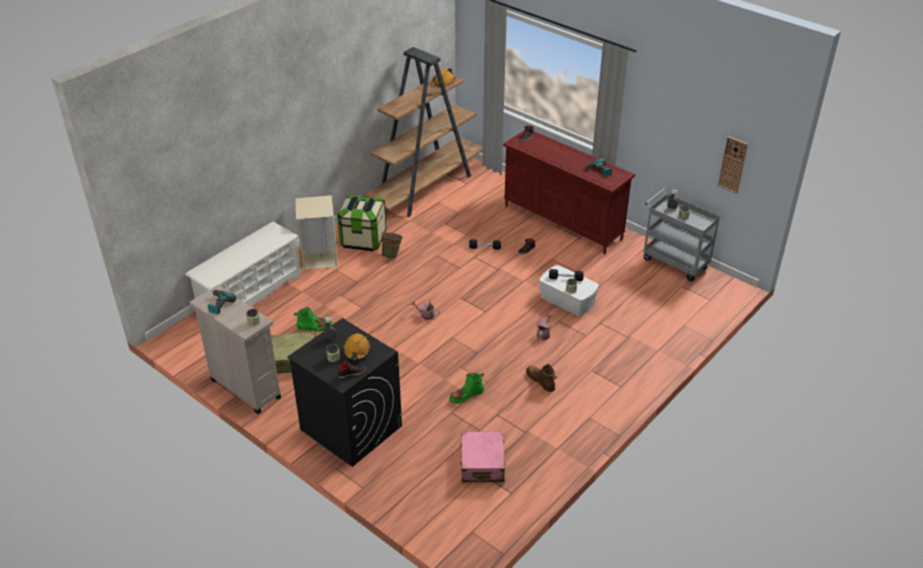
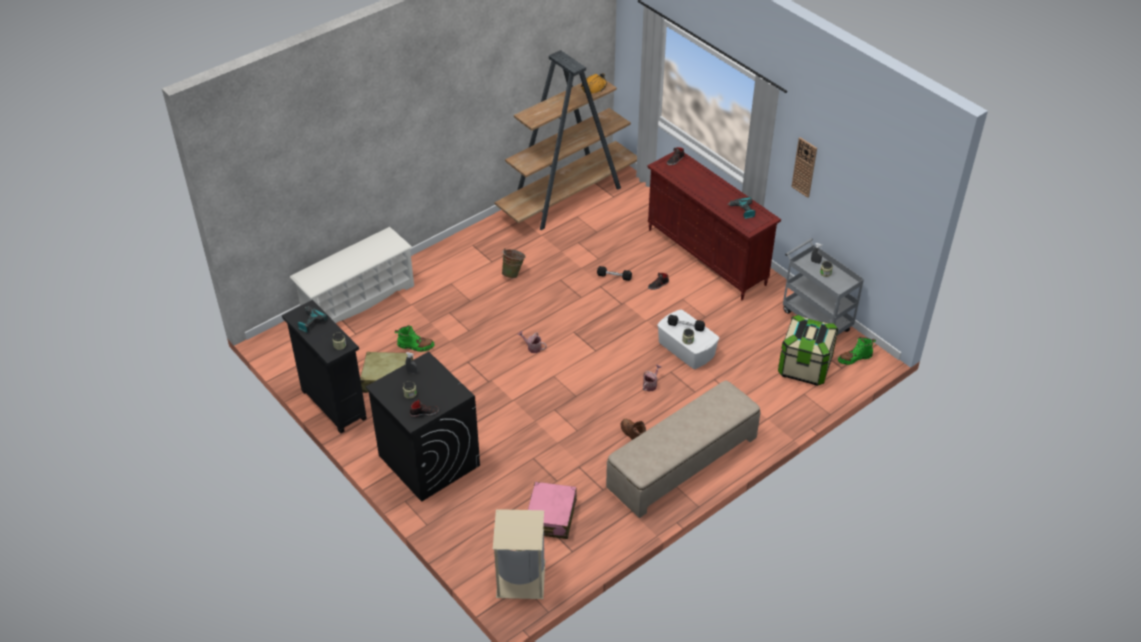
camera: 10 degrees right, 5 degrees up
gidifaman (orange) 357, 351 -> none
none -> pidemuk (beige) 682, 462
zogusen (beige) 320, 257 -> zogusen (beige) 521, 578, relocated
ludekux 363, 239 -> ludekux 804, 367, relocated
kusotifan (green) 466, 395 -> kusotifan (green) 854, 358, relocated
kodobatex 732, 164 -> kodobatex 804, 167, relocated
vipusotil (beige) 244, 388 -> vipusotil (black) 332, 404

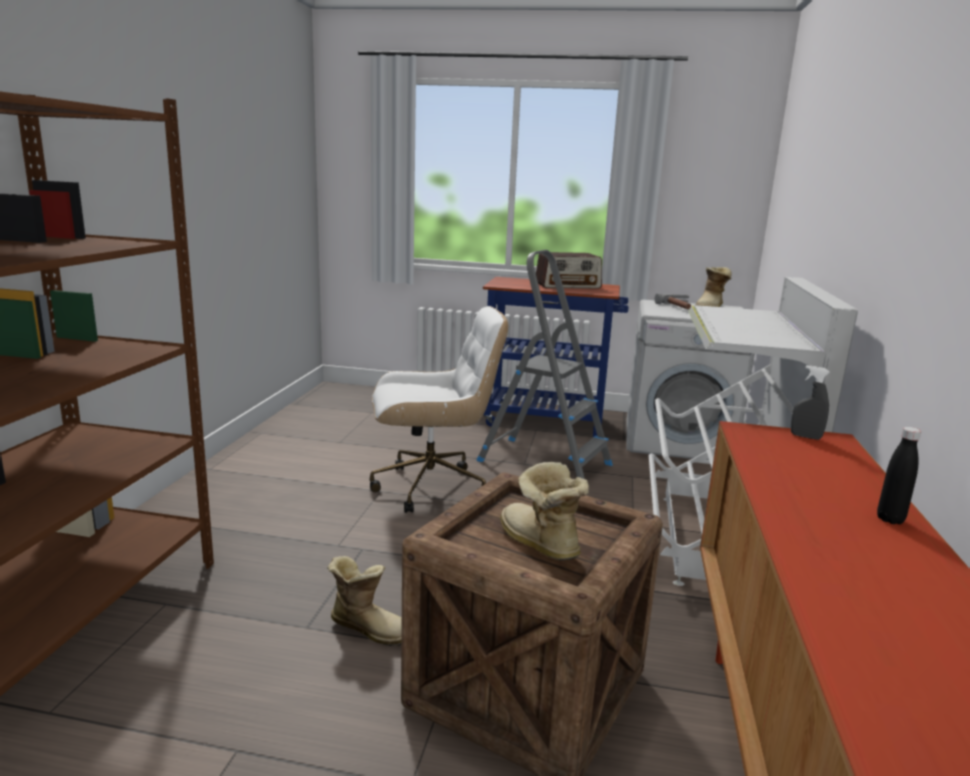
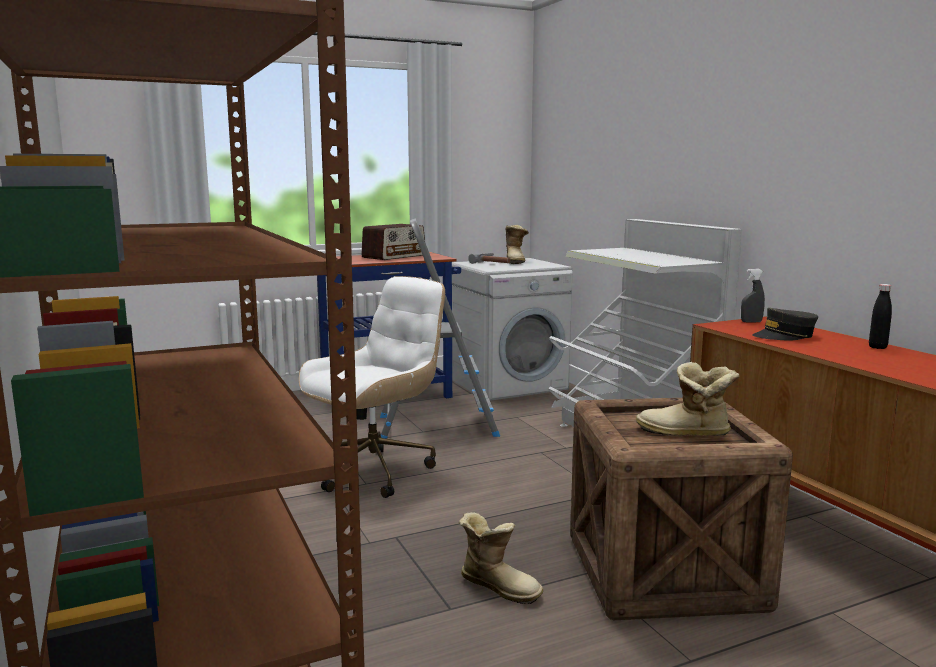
camera: 35 degrees left, 5 degrees down
none -> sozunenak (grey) 784, 336
kusotifan 369, 627 -> kusotifan 499, 586, 45 degrees clockwise

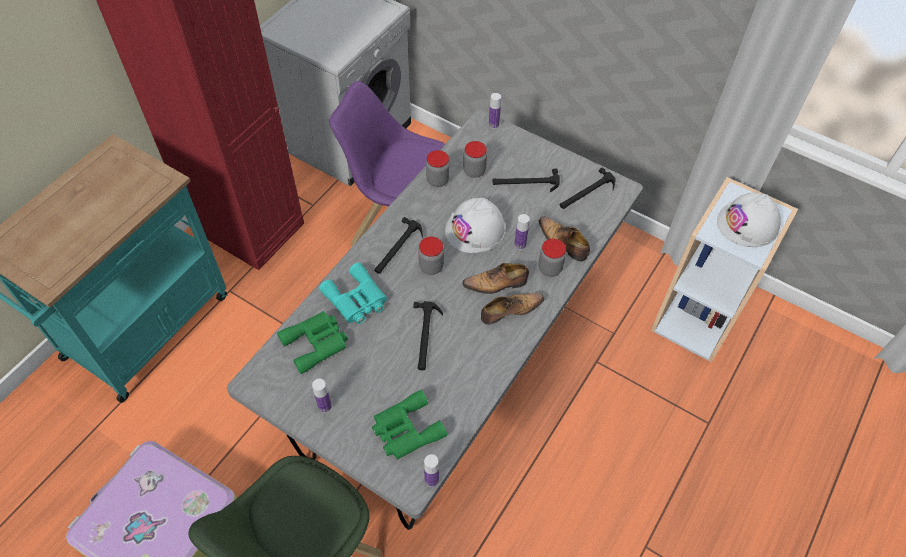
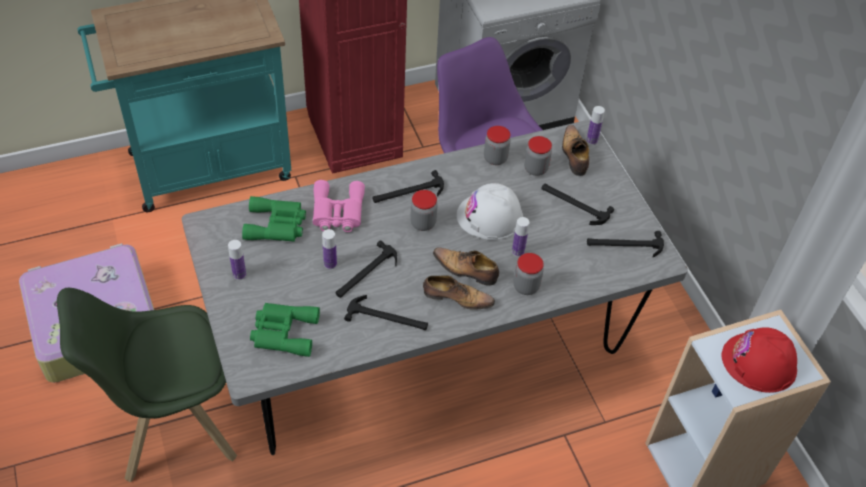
camera: 35 degrees right, 5 degrees down
none -> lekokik 387, 317
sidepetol 431, 480 -> sidepetol 330, 264, relocated
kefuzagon 563, 242 -> kefuzagon 574, 154, relocated
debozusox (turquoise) 356, 300 -> debozusox (pink) 337, 212
gidifaman (white) 748, 224 -> gidifaman (red) 759, 363

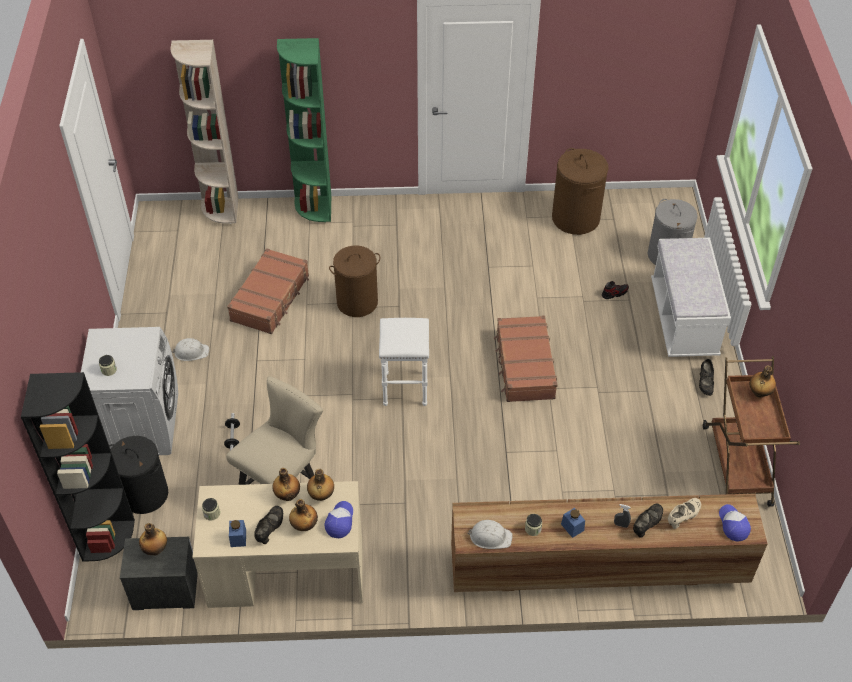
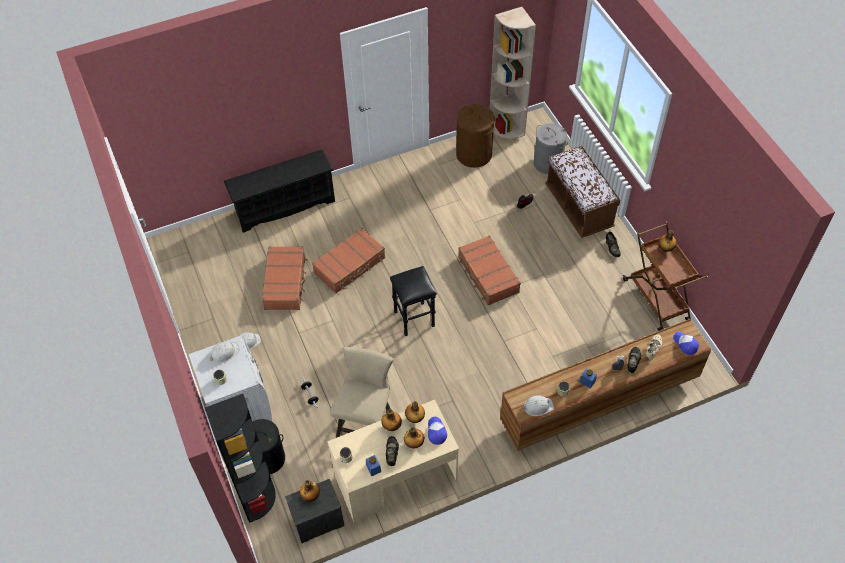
camera: 20 degrees left, 5 degrees up
none -> gidifaman (white) 224, 353
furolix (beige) 221, 213 -> furolix (beige) 507, 132, relocated
furolix (green) 314, 212 -> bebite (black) 285, 206
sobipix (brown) 357, 302 -> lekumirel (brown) 350, 265
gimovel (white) 406, 388 -> gimovel (black) 414, 318
pidemuk (white) 683, 320 -> pidemuk (brown) 578, 207

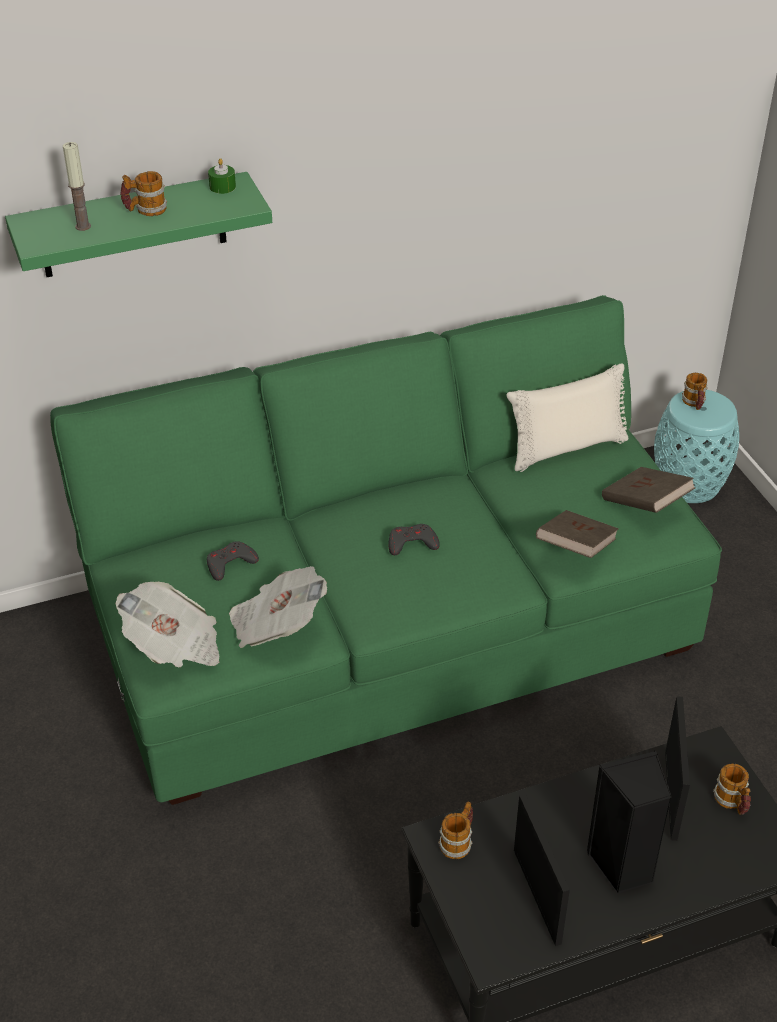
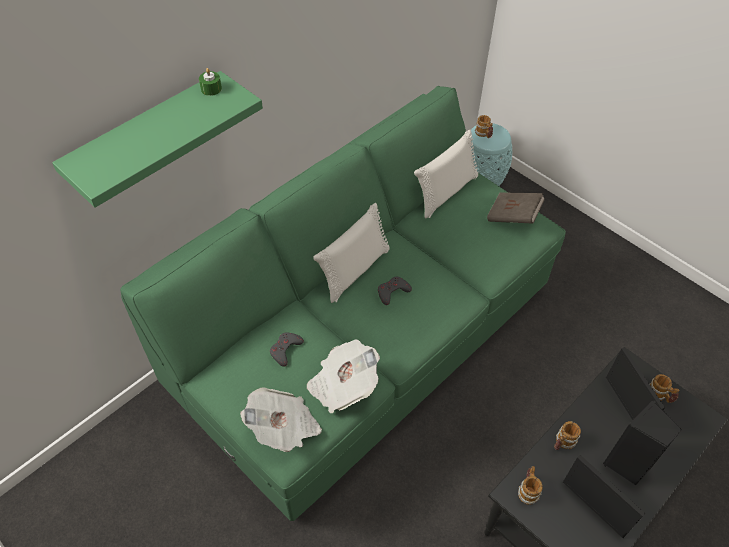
camera: 25 degrees left, 10 degrees up
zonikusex 83, 226 -> none
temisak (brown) 575, 548 -> none
none -> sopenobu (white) 354, 270
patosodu 145, 210 -> patosodu 562, 443, relocated

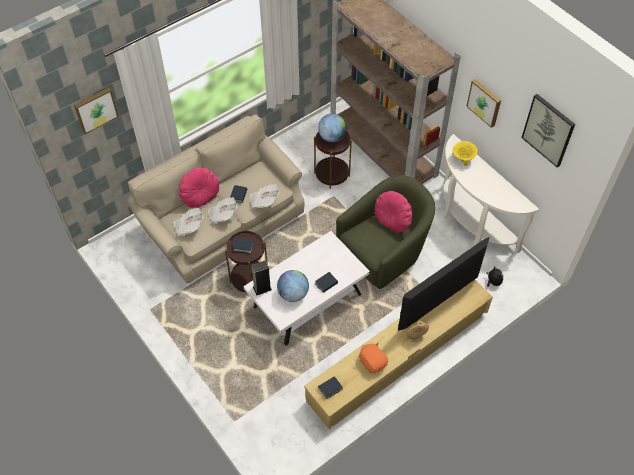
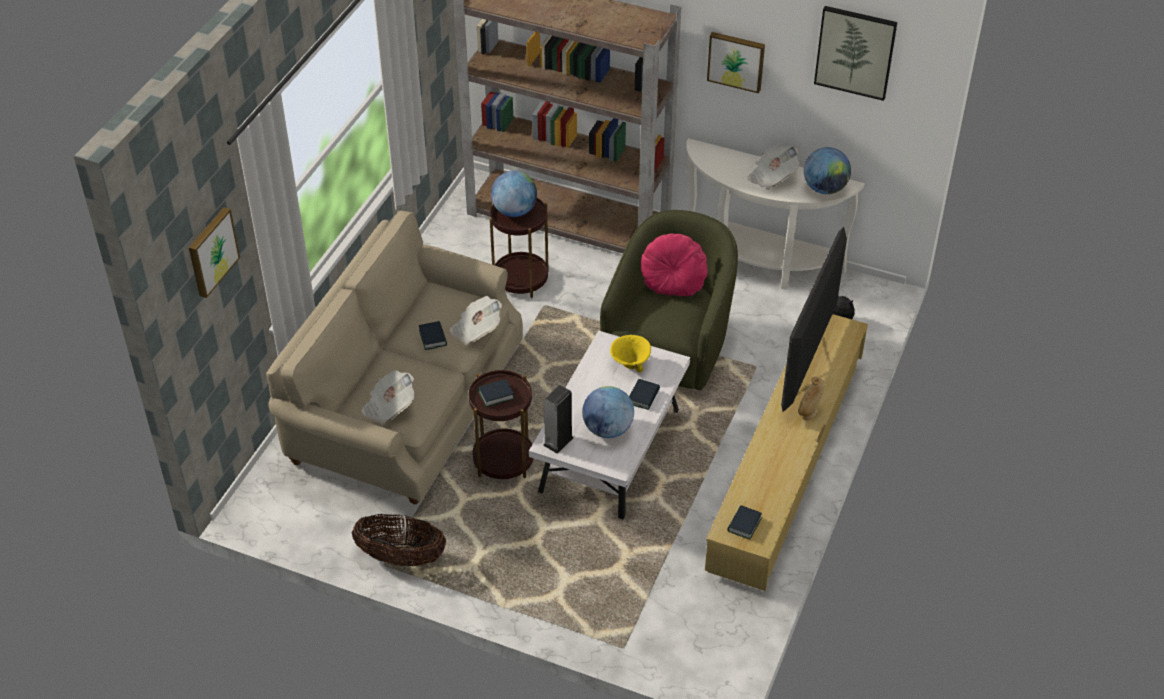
camera: 30 degrees left, 10 degrees down
sopenobu (pink) 201, 199 -> none
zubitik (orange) 372, 362 -> none
none -> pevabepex 401, 557
none -> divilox 824, 188
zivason 222, 215 -> zivason 772, 177, relocated
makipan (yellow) 462, 158 -> makipan (yellow) 629, 364, relocated

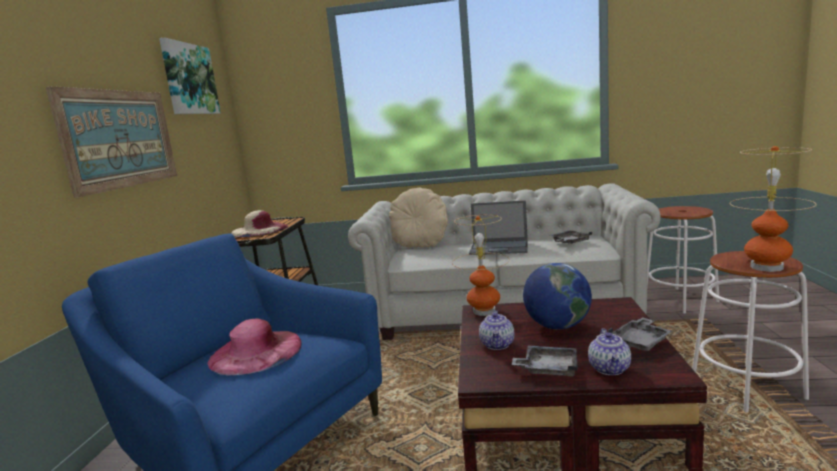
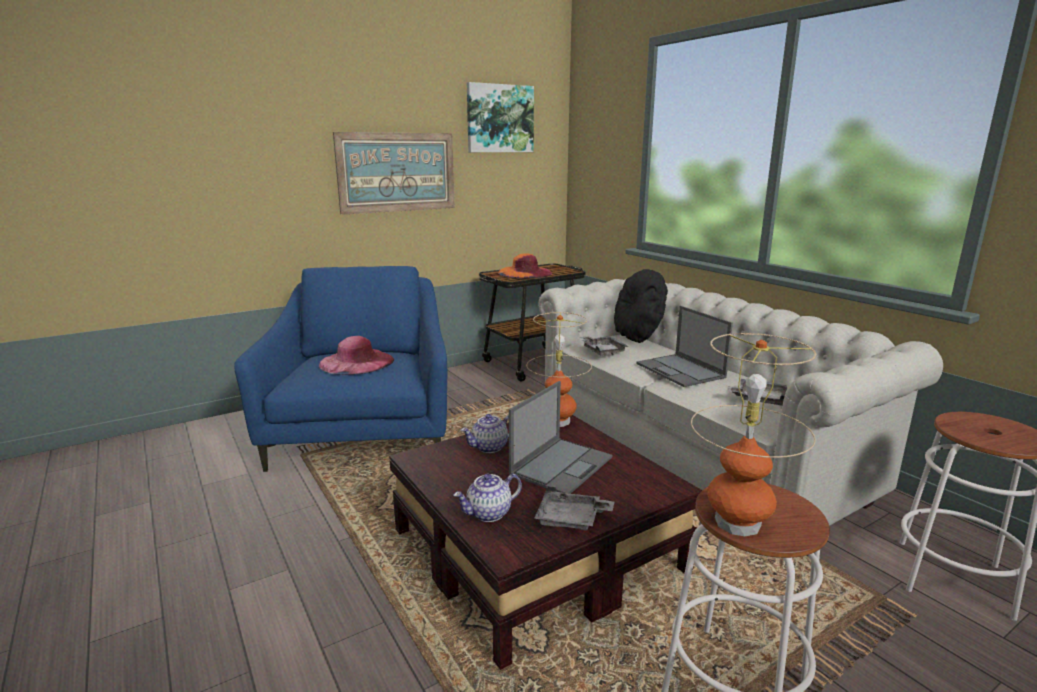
camera: 50 degrees right, 5 degrees up
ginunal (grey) 548, 368 -> ginunal (grey) 602, 351, relocated
divilox 557, 326 -> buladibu 562, 465
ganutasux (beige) 259, 230 -> ganutasux (orange) 525, 273
sopenobu (beige) 420, 246 -> sopenobu (black) 637, 338

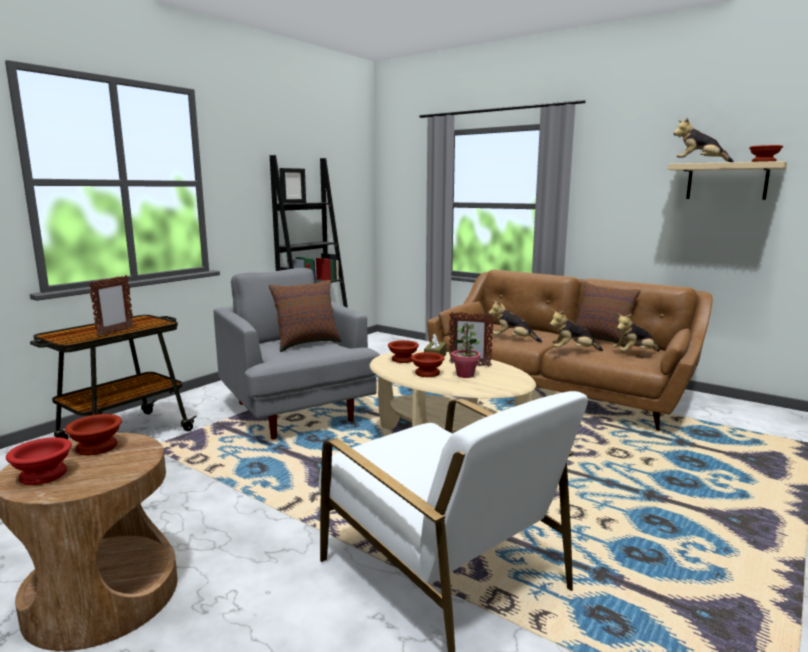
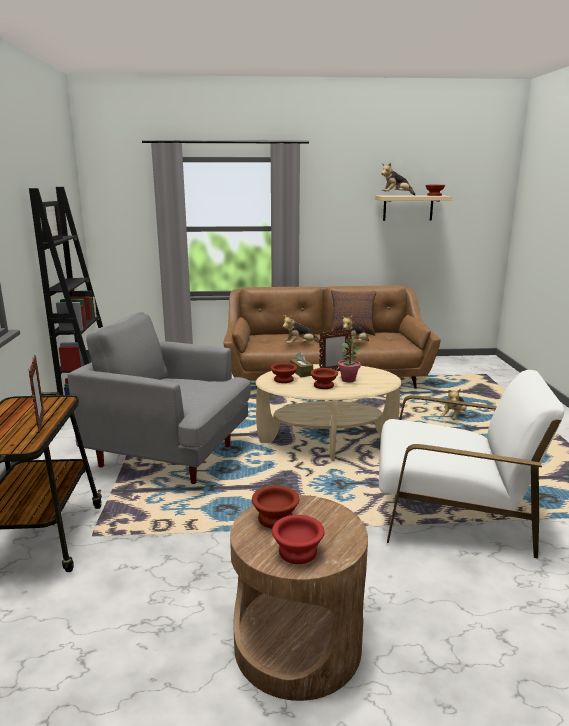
camera: 40 degrees left, 5 degrees up
sopenobu (brown) 307, 344 -> none
zubitik 634, 354 -> zubitik 453, 417, relocated

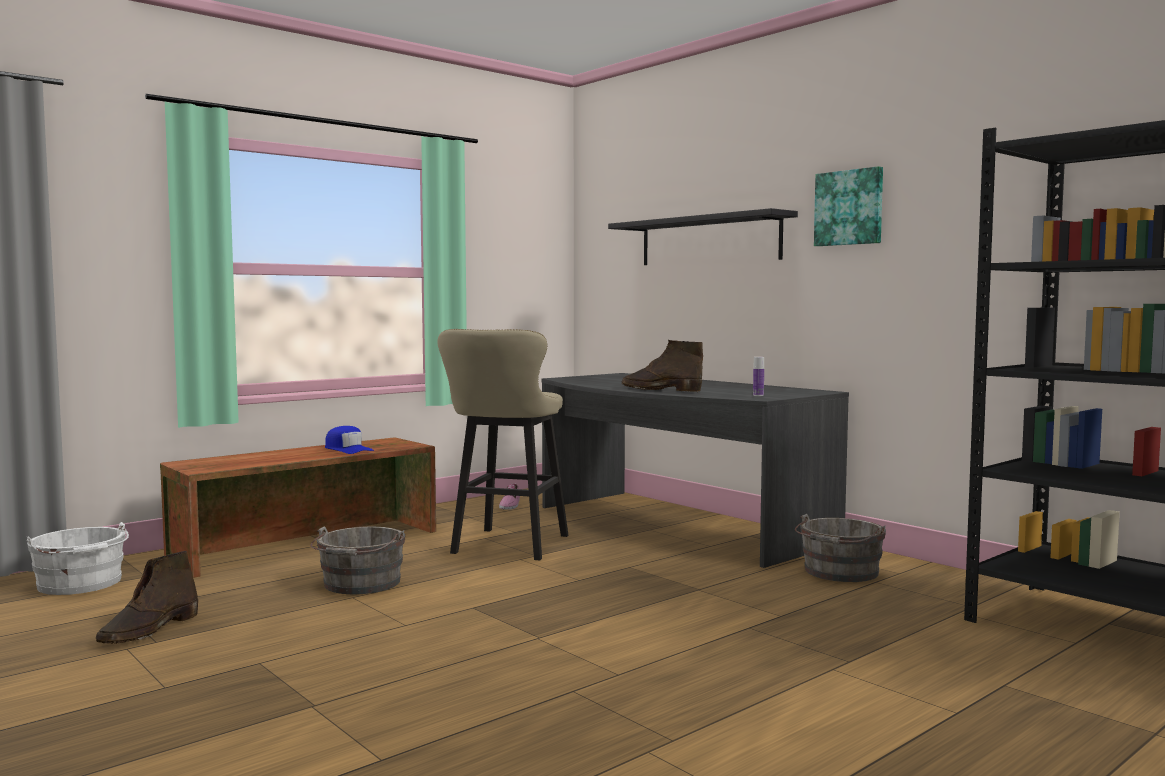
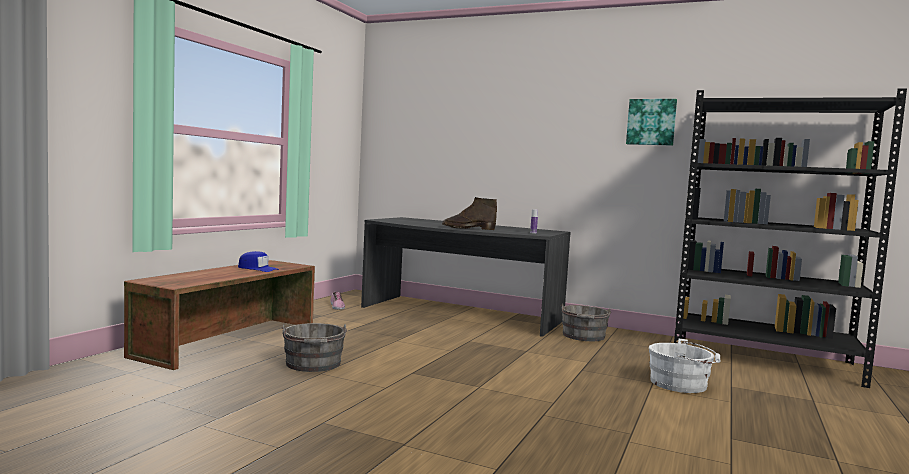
camera: 25 degrees left, 0 degrees up
kusotifan (brown) 149, 630 -> none
gimovel (beige) 505, 548 -> none
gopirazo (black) 708, 240 -> none
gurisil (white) 81, 584 -> gurisil (white) 682, 384, relocated
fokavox 849, 208 -> fokavox 651, 122, relocated

